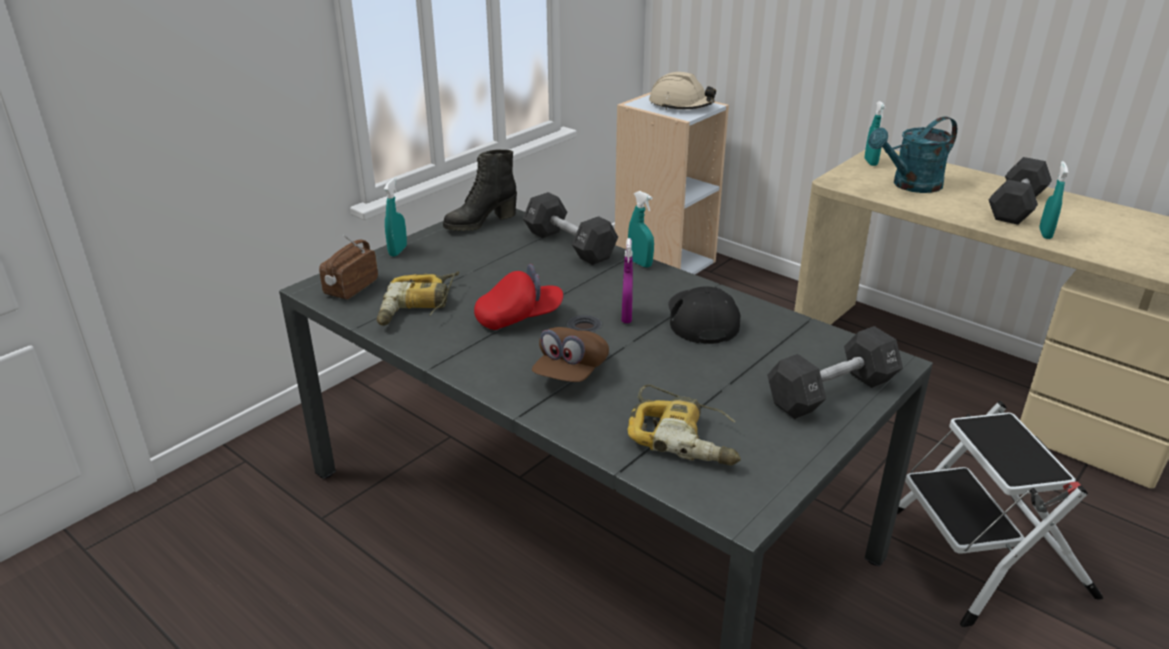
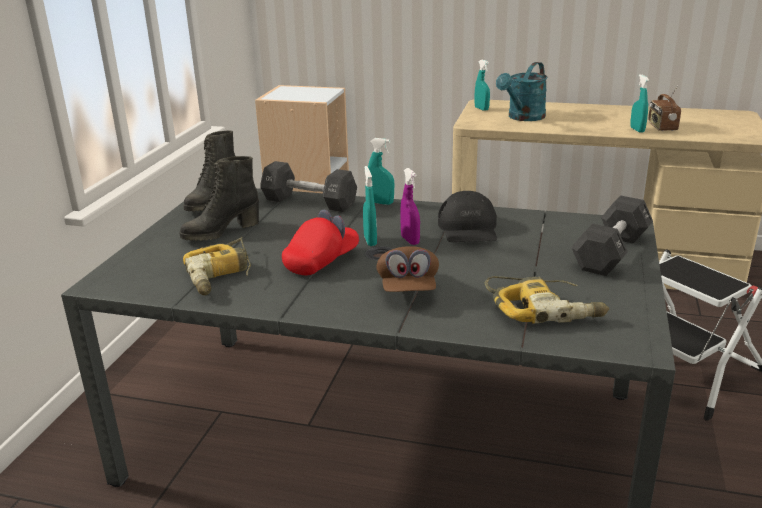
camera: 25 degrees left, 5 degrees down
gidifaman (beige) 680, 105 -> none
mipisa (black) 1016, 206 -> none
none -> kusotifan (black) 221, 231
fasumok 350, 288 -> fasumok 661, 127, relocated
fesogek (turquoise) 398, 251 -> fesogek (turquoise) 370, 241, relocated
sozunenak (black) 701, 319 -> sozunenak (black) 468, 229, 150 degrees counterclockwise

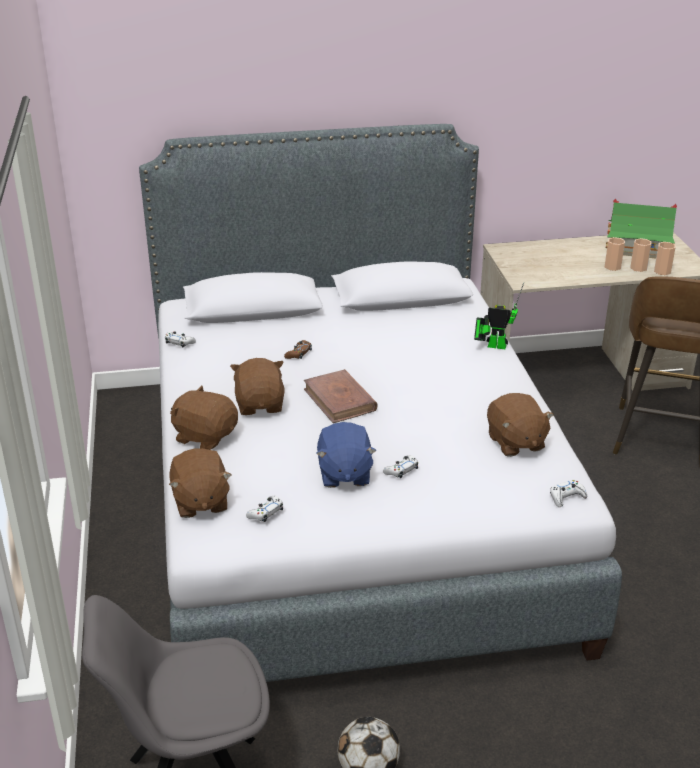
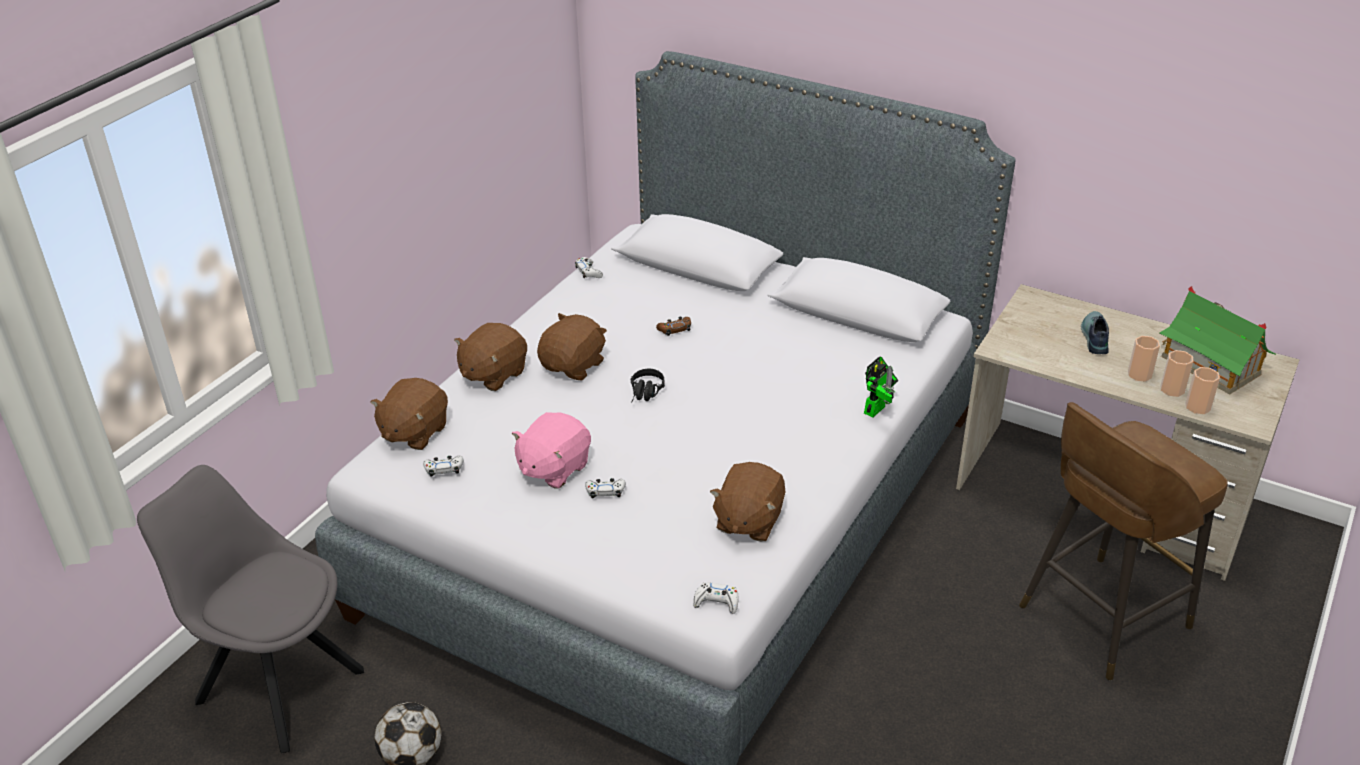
camera: 40 degrees right, 5 degrees up
none -> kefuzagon 1093, 337
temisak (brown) 340, 400 -> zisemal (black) 645, 394
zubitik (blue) 344, 474 -> zubitik (pink) 553, 468
zubitik (brown) 205, 436 -> zubitik (brown) 493, 374, 120 degrees counterclockwise
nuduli 493, 345 -> nuduli 876, 407, 75 degrees clockwise

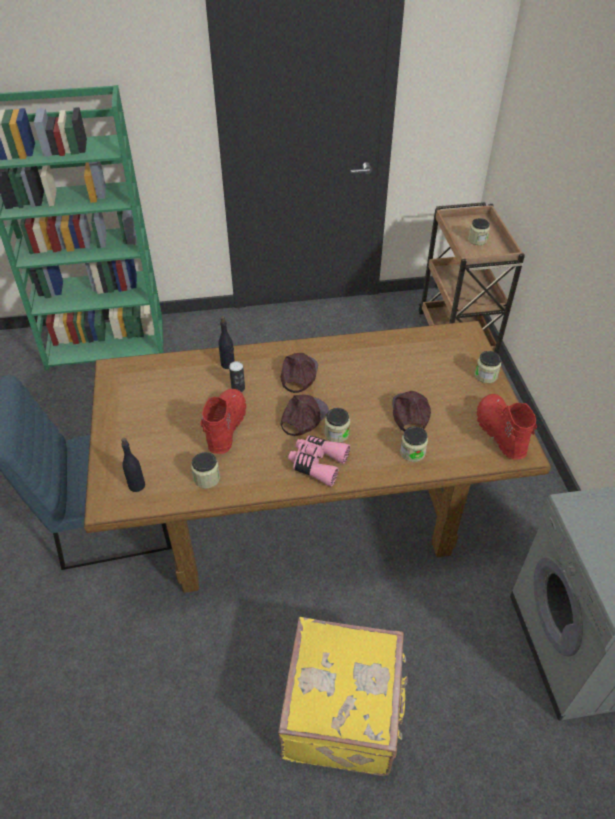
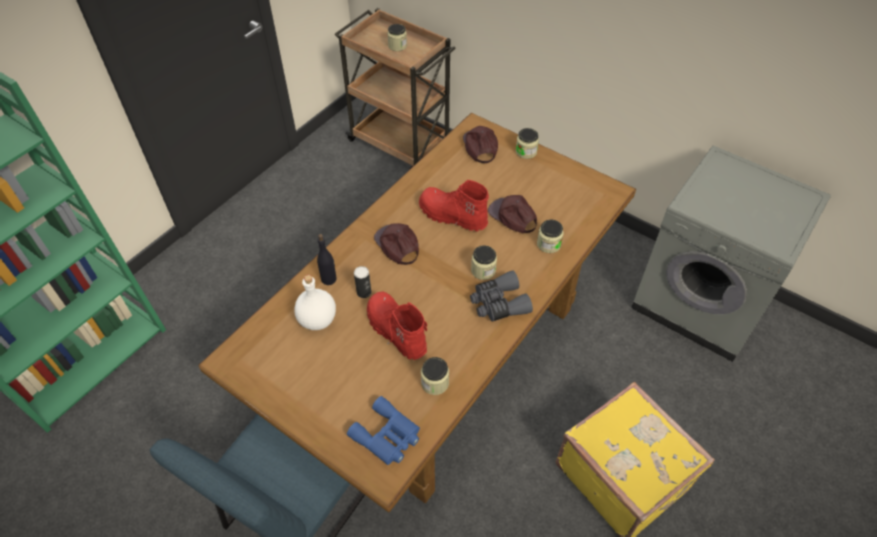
camera: 45 degrees left, 5 degrees up
none -> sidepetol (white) 318, 320
sozunenak (brown) 303, 417 -> sozunenak (brown) 480, 147, relocated
kusotifan (red) 499, 433 -> kusotifan (red) 452, 216, relocated
sidepetol (black) 137, 485 -> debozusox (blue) 387, 436
debozusox (pink) 317, 463 -> debozusox (grey) 498, 303

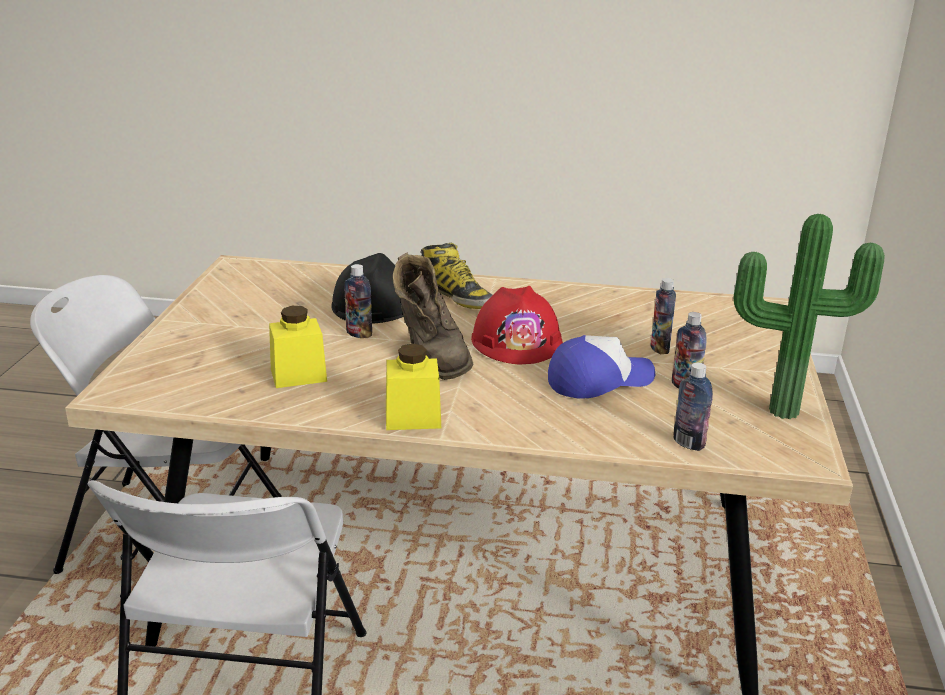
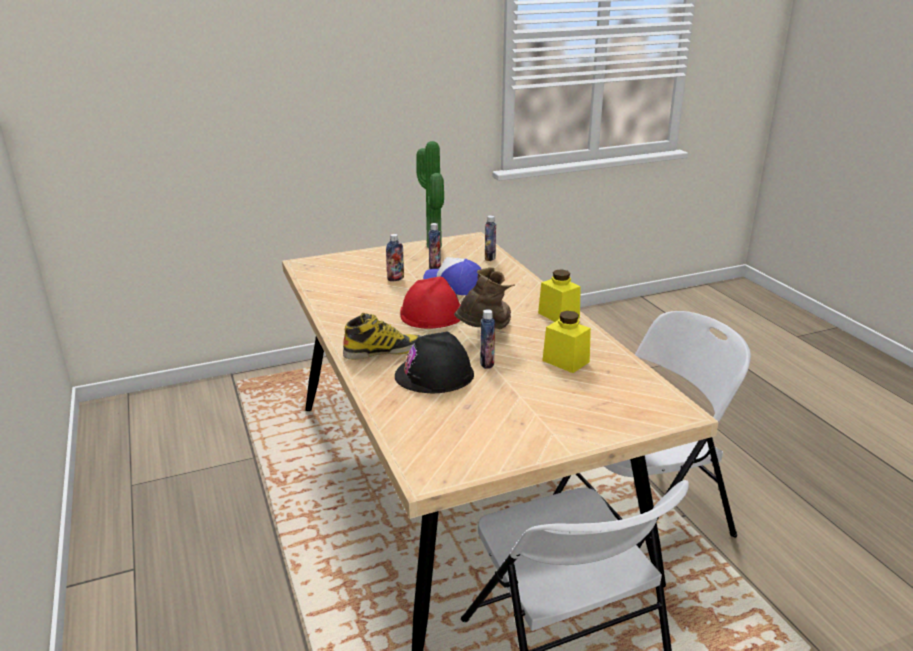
camera: 120 degrees left, 0 degrees up
kusotifan 456, 296 -> kusotifan 384, 351, 60 degrees clockwise

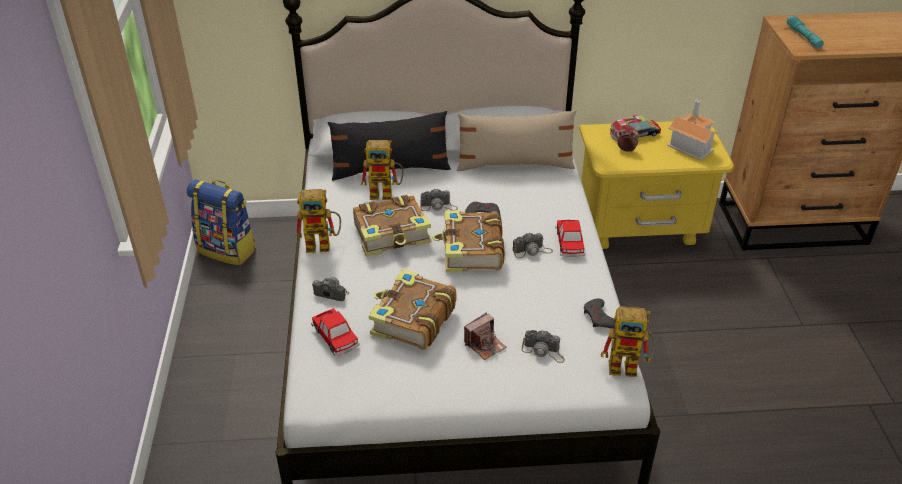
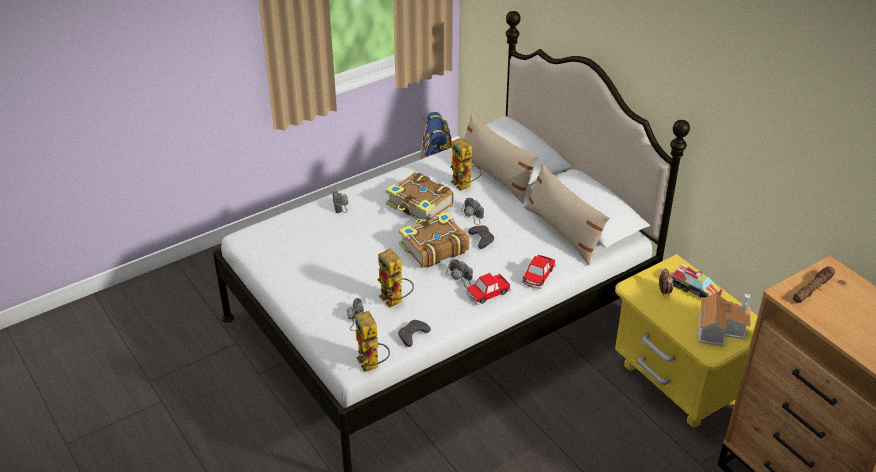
camera: 60 degrees right, 0 degrees up
temisak 412, 320 -> none
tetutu 485, 345 -> none
nuduli 324, 244 -> nuduli 395, 301, relocated
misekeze 335, 337 -> misekeze 538, 275, relocated
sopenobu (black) 390, 169 -> sopenobu (beige) 495, 176
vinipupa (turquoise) 803, 37 -> vinipupa (brown) 812, 289

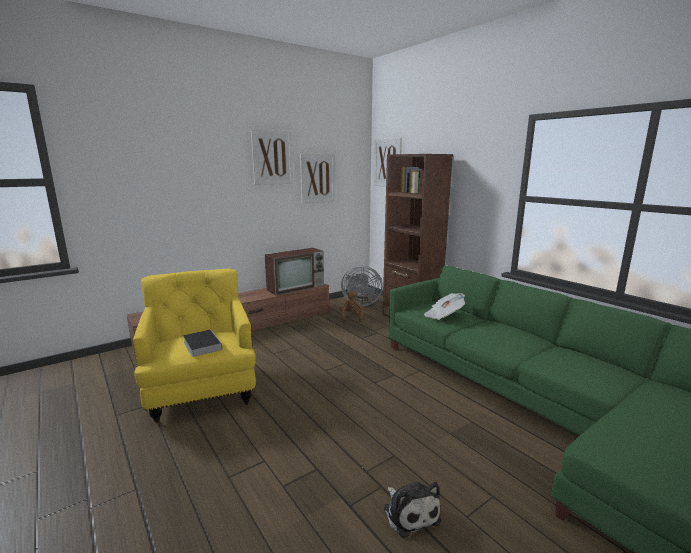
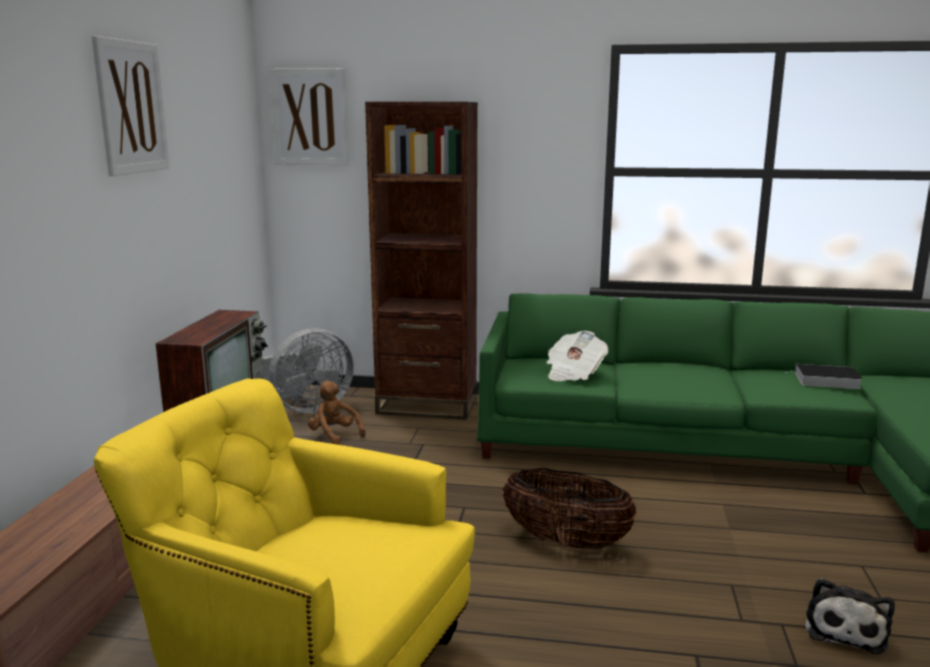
camera: 45 degrees left, 0 degrees up
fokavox 317, 178 -> none
none -> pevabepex 566, 541
temisak 201, 345 -> temisak 825, 380, relocated
zubitik 410, 512 -> zubitik 845, 629, 90 degrees clockwise

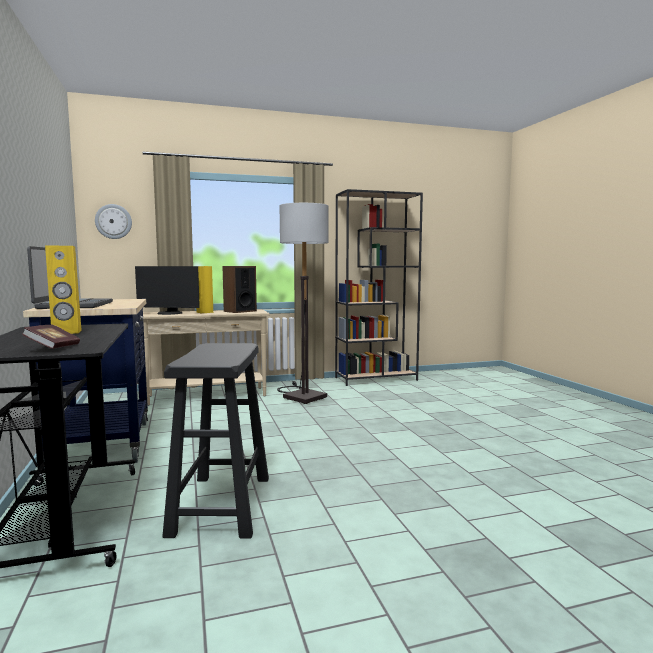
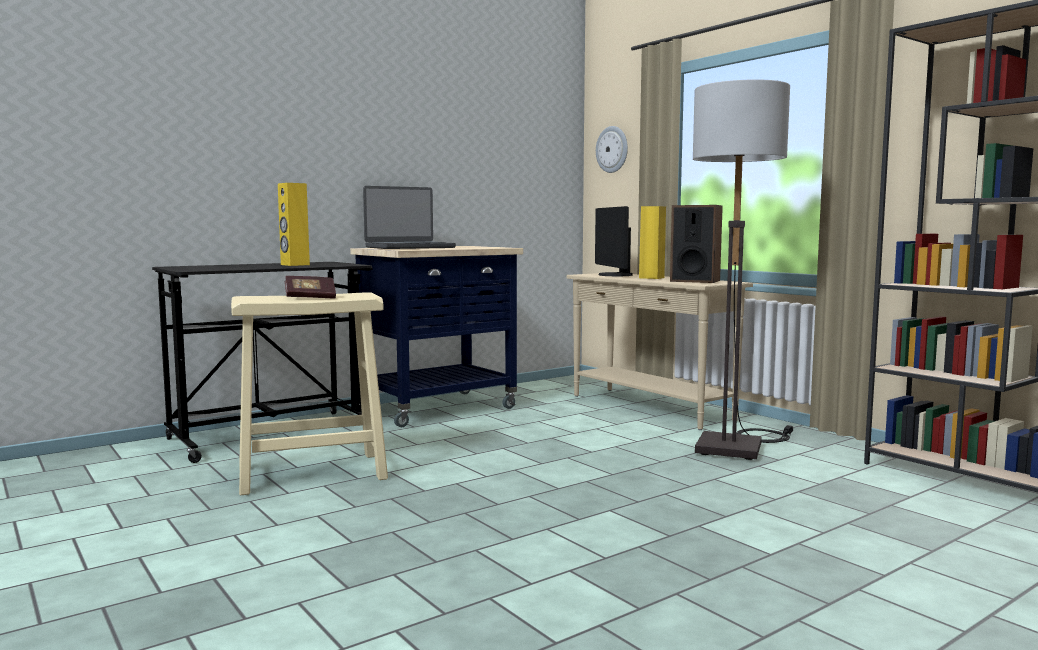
camera: 70 degrees right, 0 degrees up
temisak 53, 348 -> temisak 310, 298, relocated
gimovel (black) 221, 505 -> gimovel (beige) 310, 473

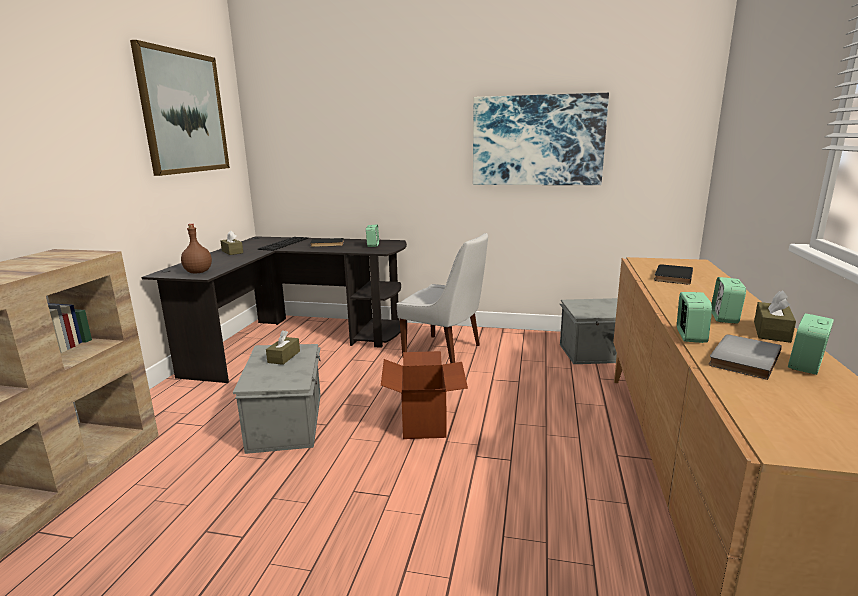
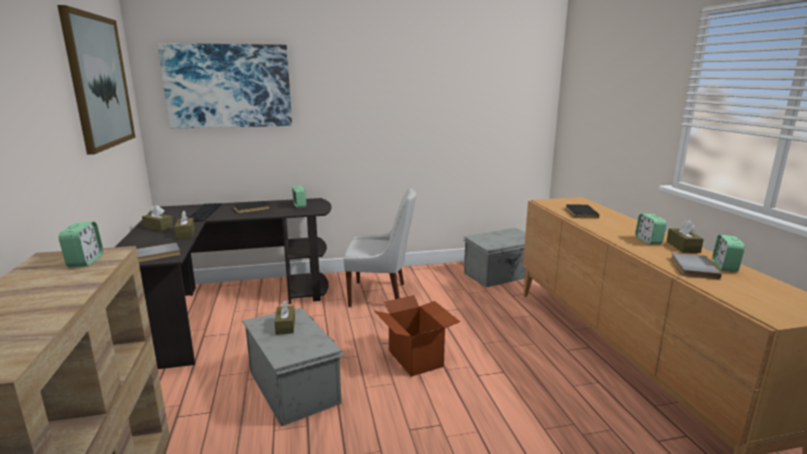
camera: 25 degrees left, 0 degrees up
none -> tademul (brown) 185, 233
fokavox 537, 141 -> fokavox 228, 86, relocated
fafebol 690, 336 -> fafebol 85, 261, relocated
sidepetol (brown) 198, 272 -> temisak (grey) 156, 255

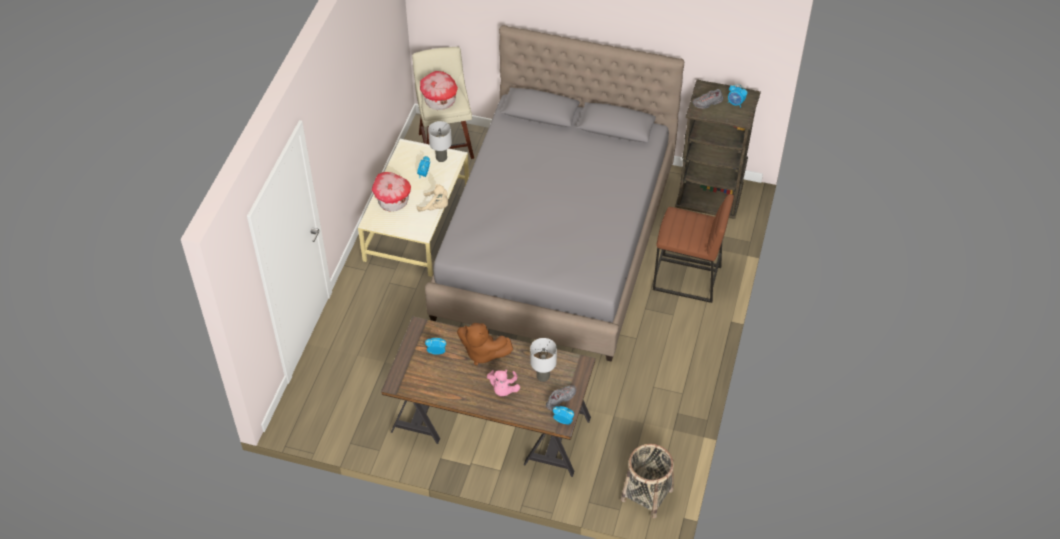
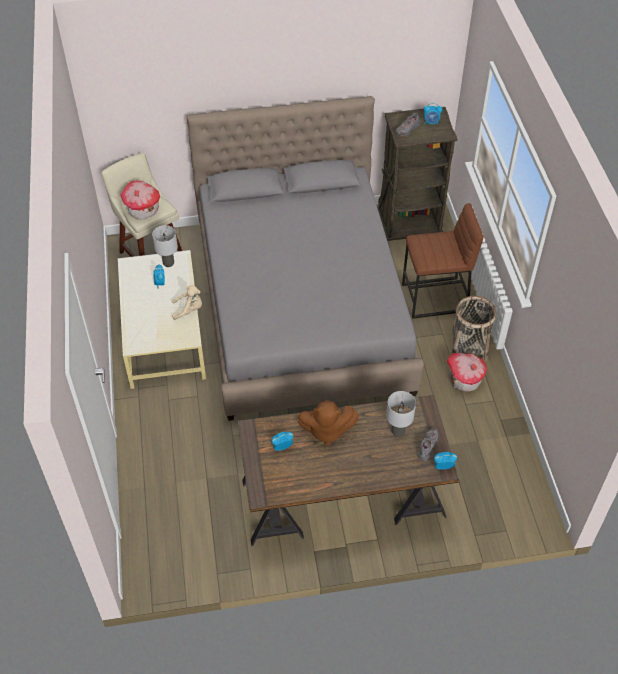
camera: 25 degrees left, 0 degrees up
zubitik (pink) 503, 389 -> none
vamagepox 393, 201 -> vamagepox 464, 380, relocated
pevabepex 647, 494 -> pevabepex 469, 346, relocated

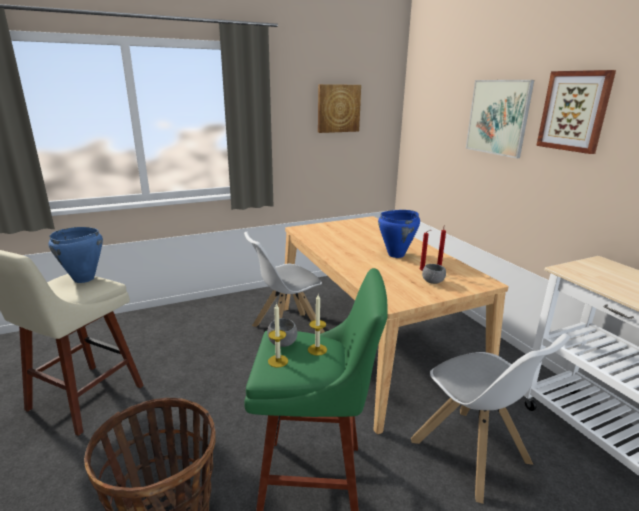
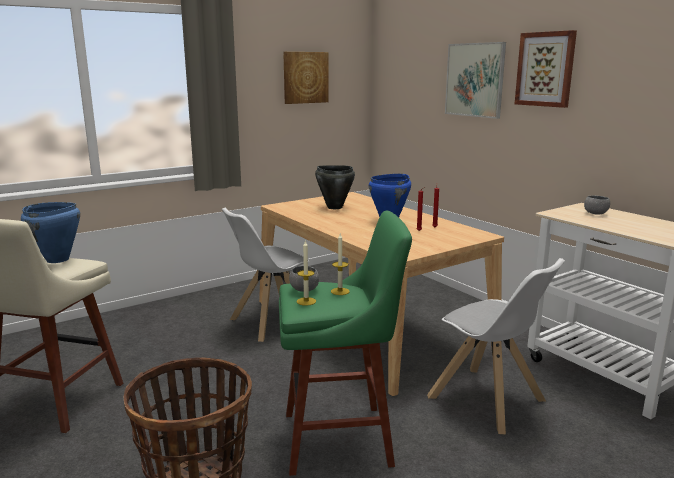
camera: 10 degrees left, 5 degrees down
none -> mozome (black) 334, 207
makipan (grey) 433, 282 -> makipan (grey) 595, 213, relocated

